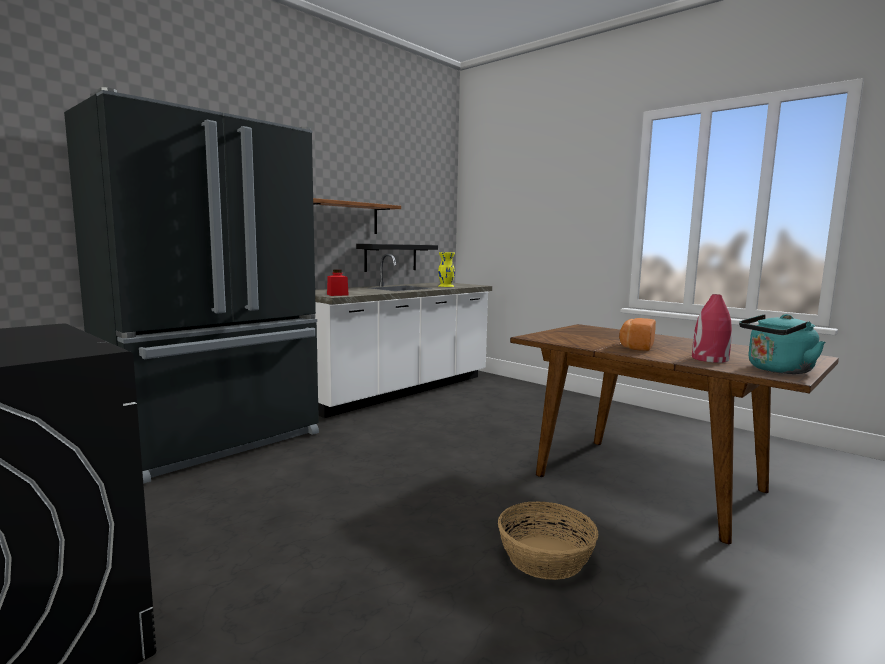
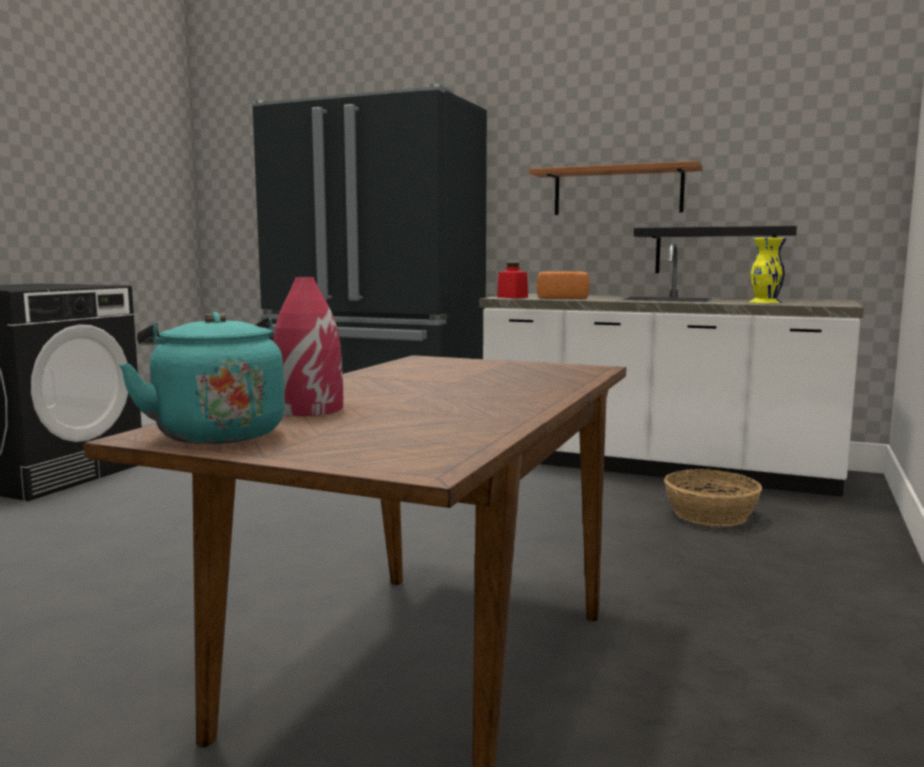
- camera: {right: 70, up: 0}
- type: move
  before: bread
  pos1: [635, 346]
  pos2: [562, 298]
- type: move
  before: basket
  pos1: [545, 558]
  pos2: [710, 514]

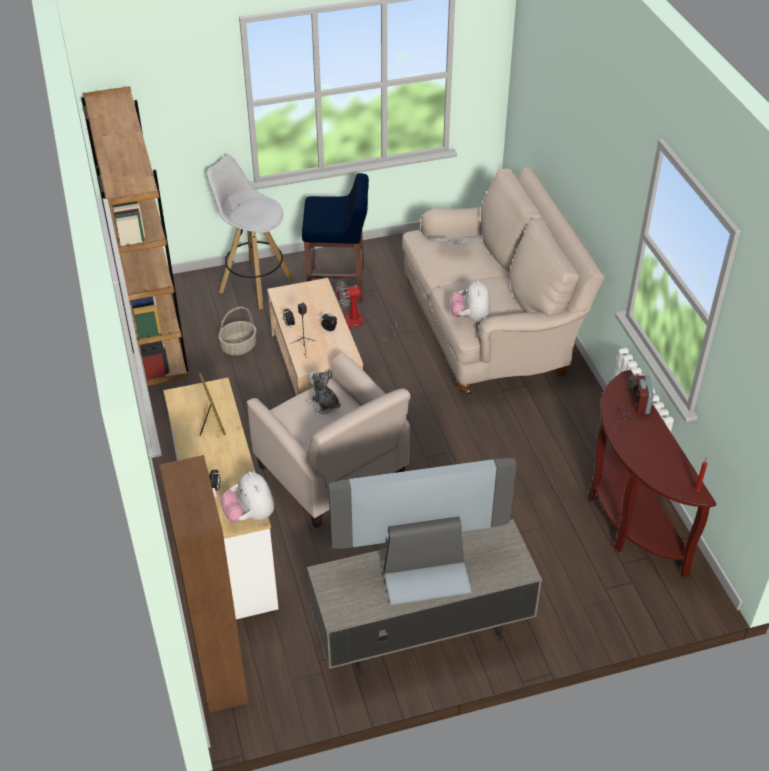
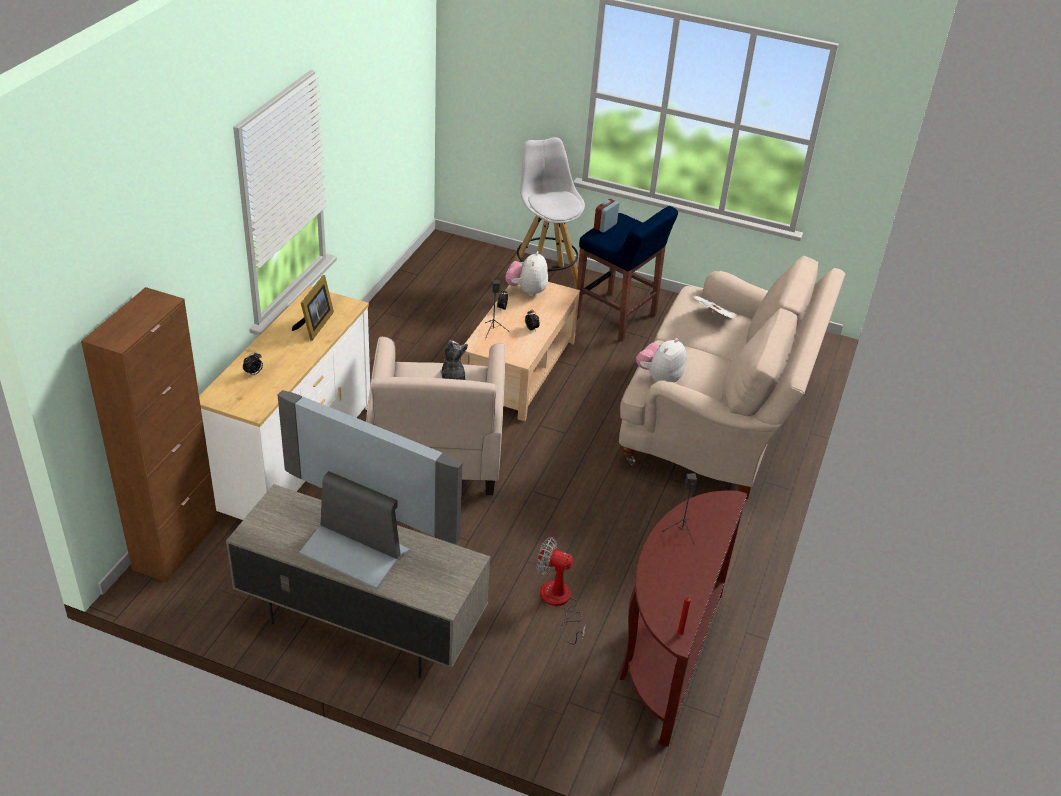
- camera: {right: 35, up: -5}
- type: delete
  before: brown bookcase
  pos1: [154, 337]
- type: move
  before: fan
  pos1: [359, 323]
  pos2: [559, 603]
- type: delete
  before: basket
  pos1: [239, 346]
- type: move
  before: alarm clock
  pos1: [640, 404]
  pos2: [605, 226]
- type: move
  before: plush toy
  pos1: [250, 515]
  pos2: [527, 291]

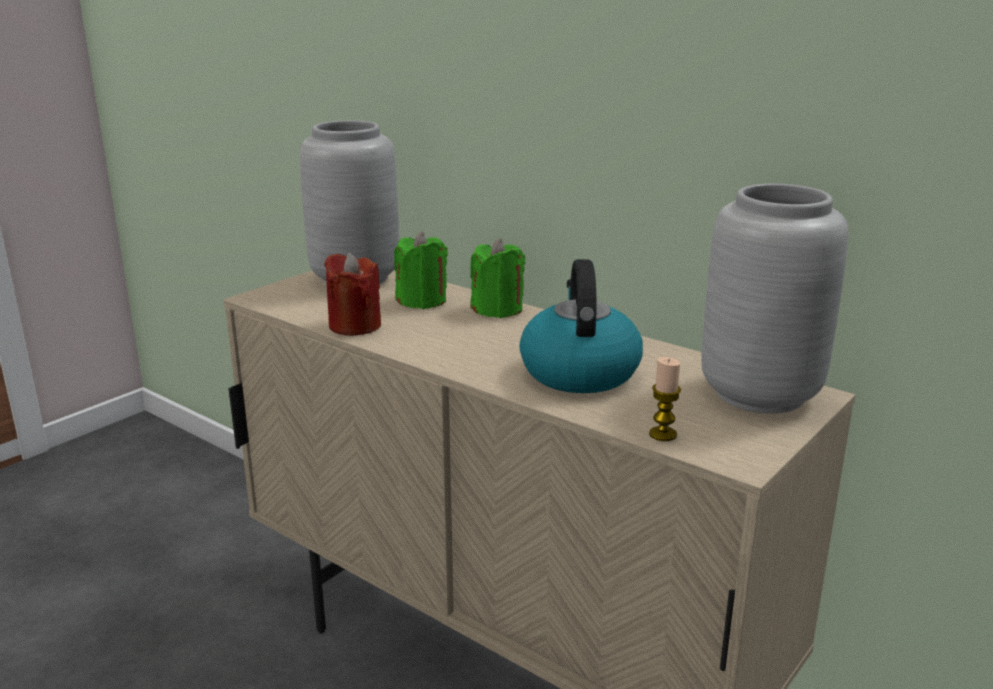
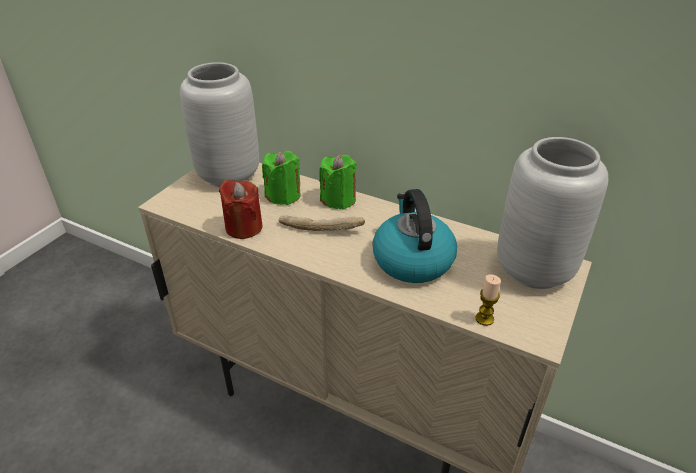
- camera: {right: -10, up: 15}
- type: insert
  after: bread
  pos2: [321, 228]

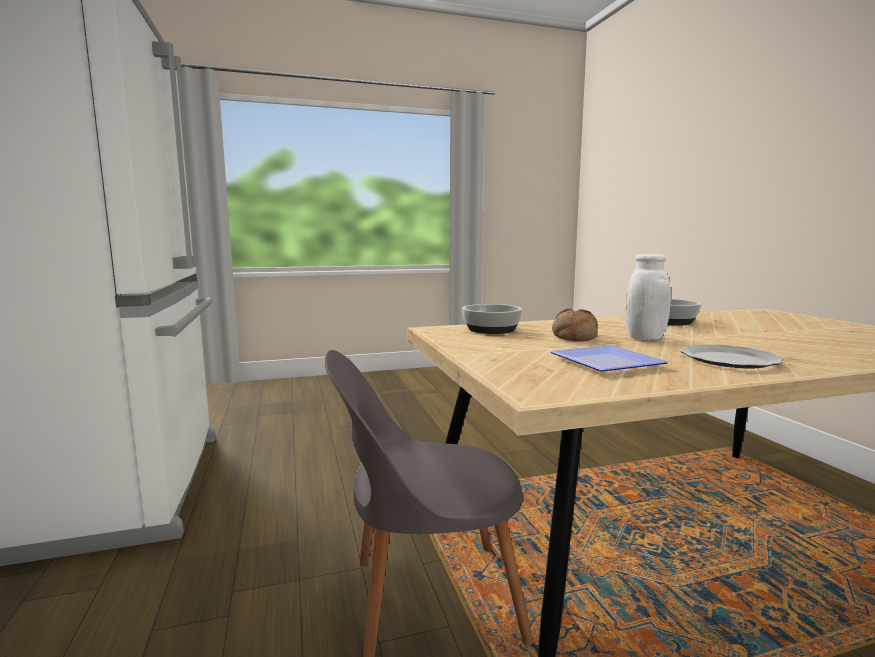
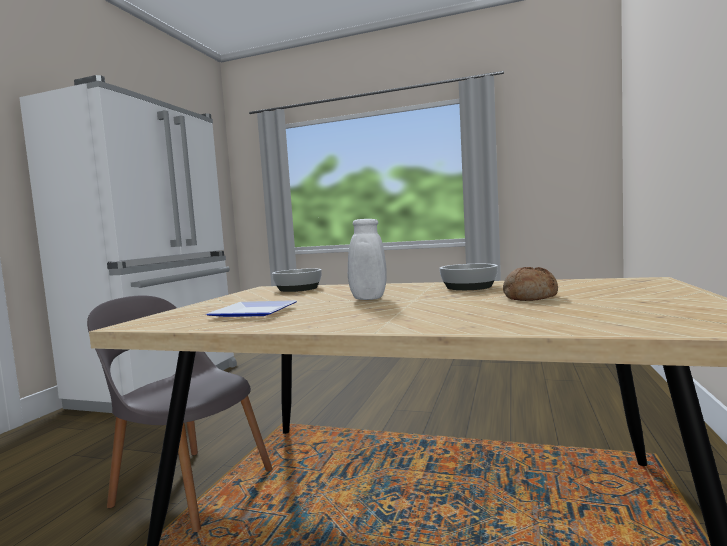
- camera: {right: 35, up: -5}
- type: move
  before: bread
  pos1: [573, 337]
  pos2: [529, 297]
- type: delete
  before: plate
  pos1: [727, 359]

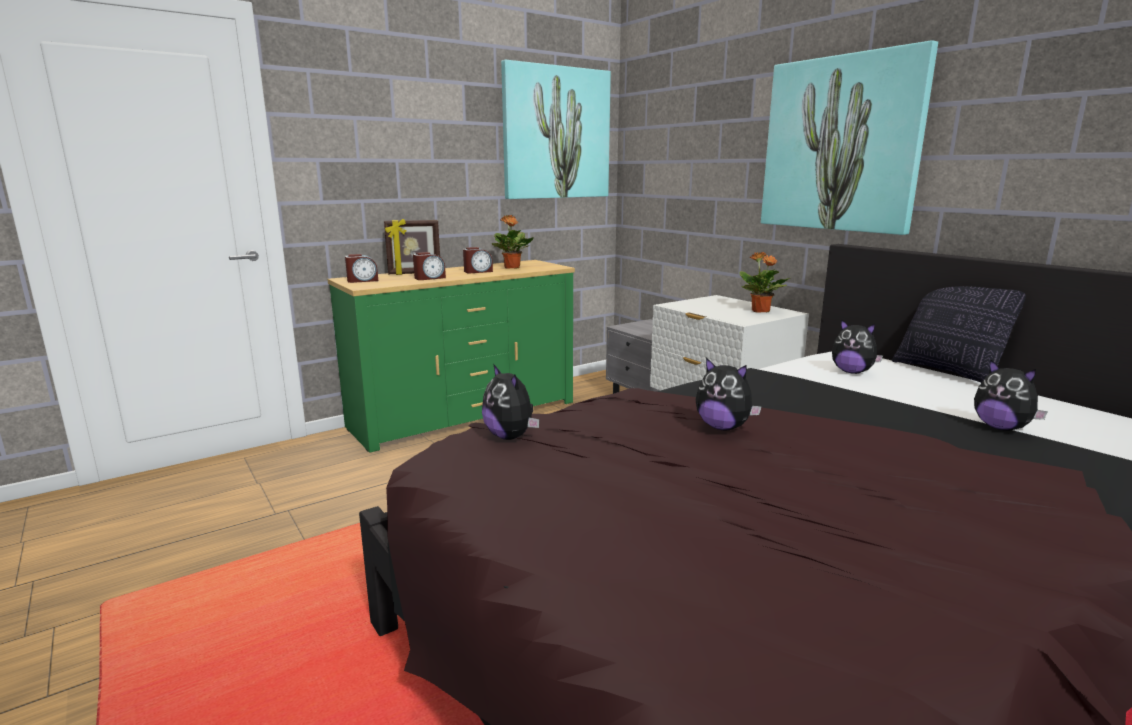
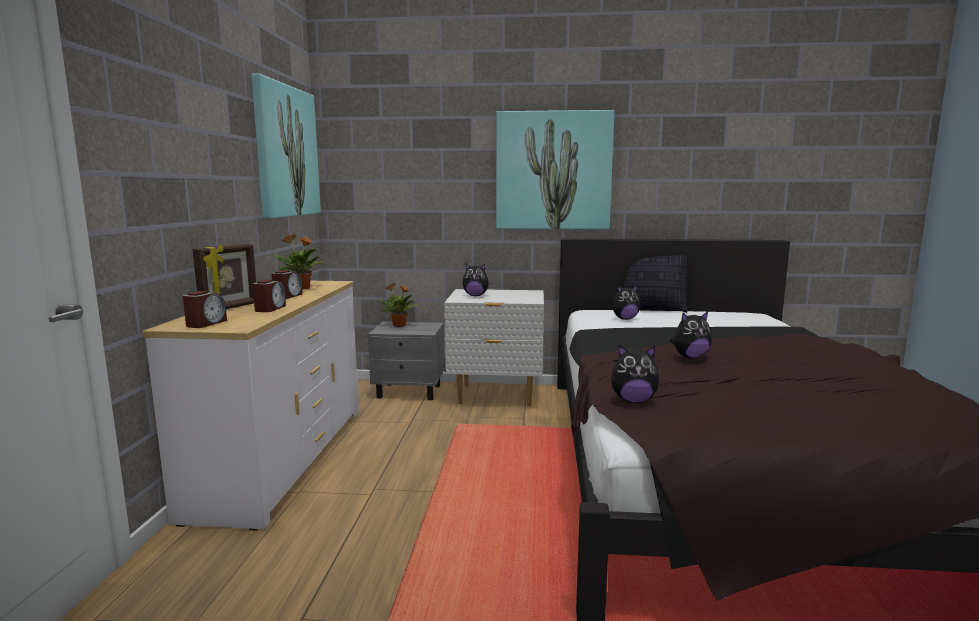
- camera: {right: -50, up: -5}
- type: move
  before: potted plant
  pos1: [760, 311]
  pos2: [399, 326]
- type: recolor
  before: green dresser
  after: white dresser
  pos1: [464, 415]
  pos2: [281, 459]
- type: move
  before: plush toy
  pos1: [1001, 428]
  pos2: [475, 295]

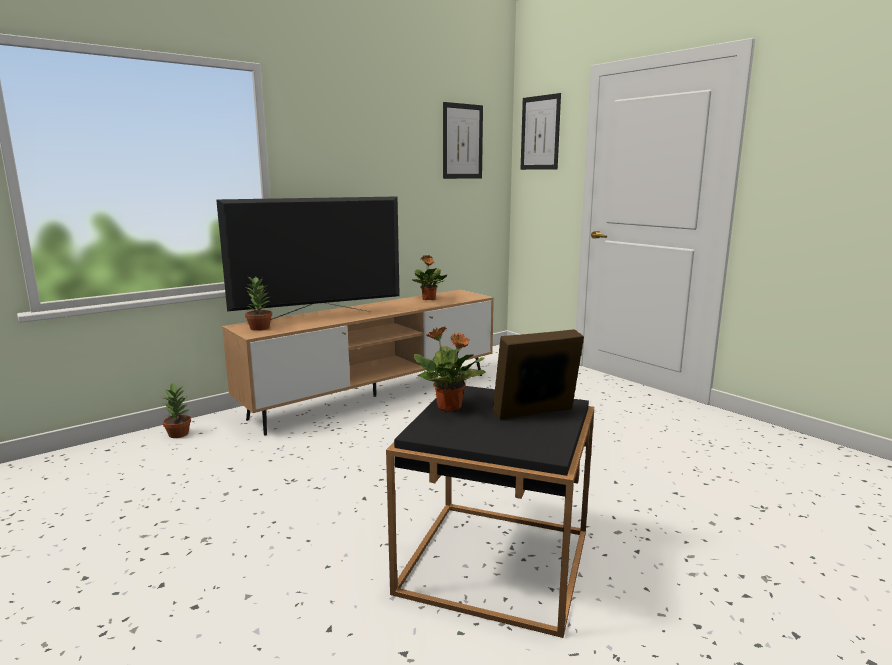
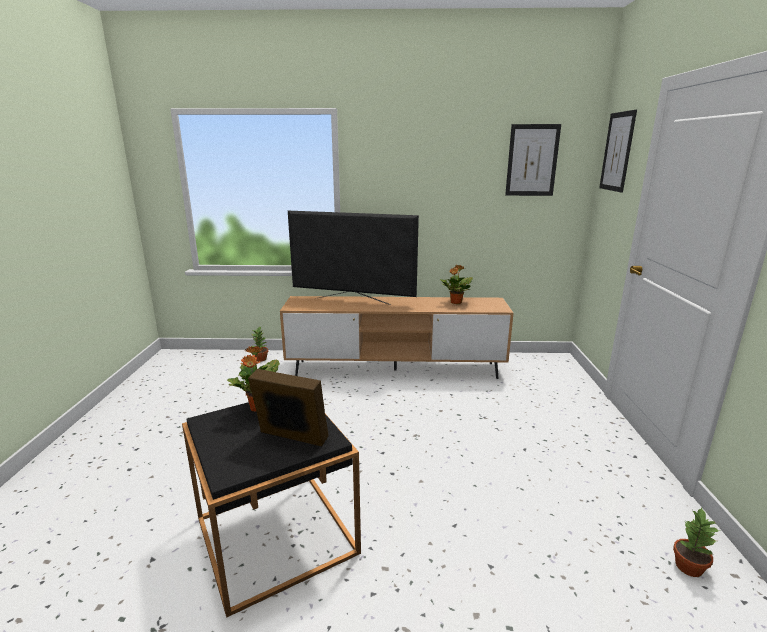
- camera: {right: 40, up: 5}
- type: move
  before: potted plant
  pos1: [259, 328]
  pos2: [688, 566]

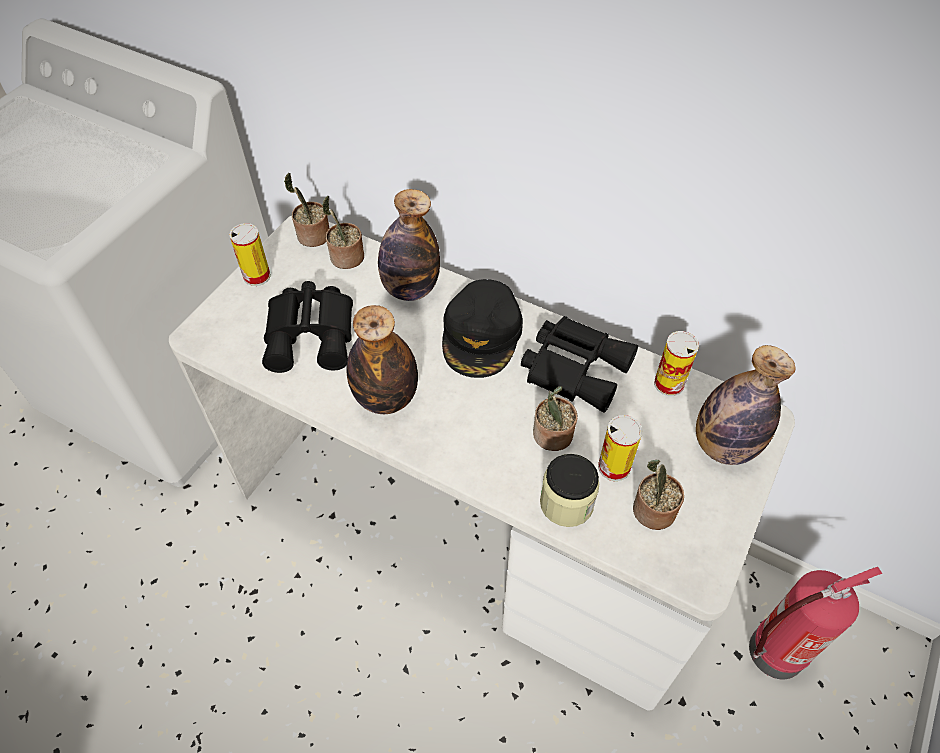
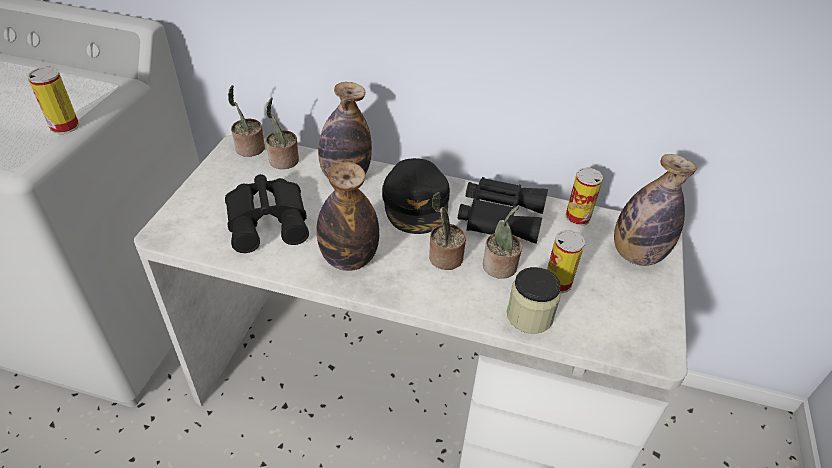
- camera: {right: -15, up: -10}
- type: move
  before: can
  pos1: [257, 276]
  pos2: [64, 126]
- type: move
  before: potted plant
  pos1: [651, 511]
  pos2: [444, 259]
- type: delete
  before: fire extinguisher
  pos1: [774, 653]

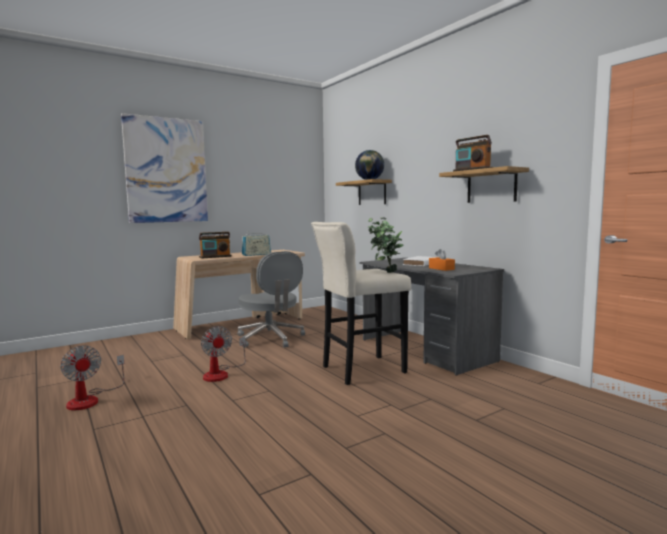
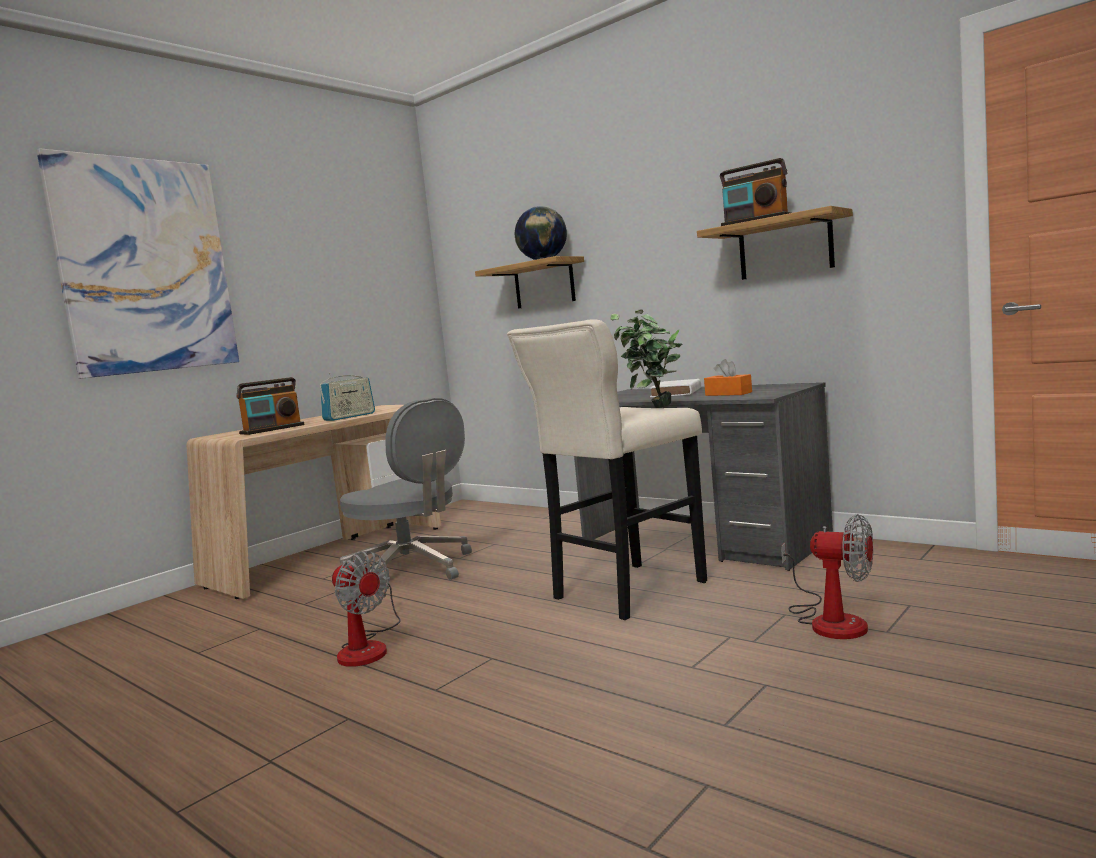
- camera: {right: -15, up: 0}
- type: move
  before: fan
  pos1: [90, 399]
  pos2: [830, 620]

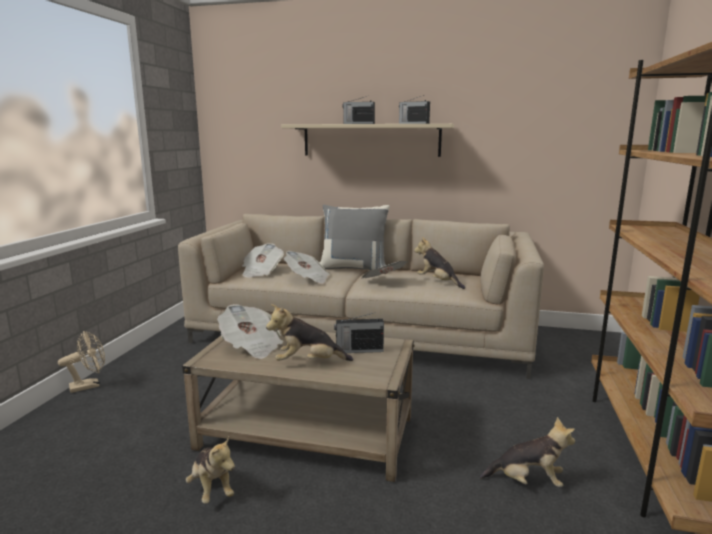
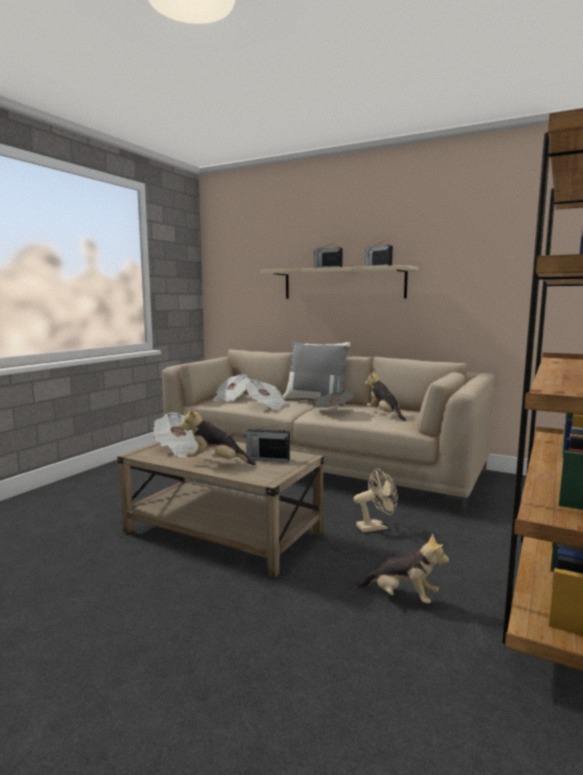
- camera: {right: 15, up: -5}
- type: move
  before: beige fan
  pos1: [90, 385]
  pos2: [376, 527]
- type: delete
  before: plush toy
  pos1: [211, 489]

